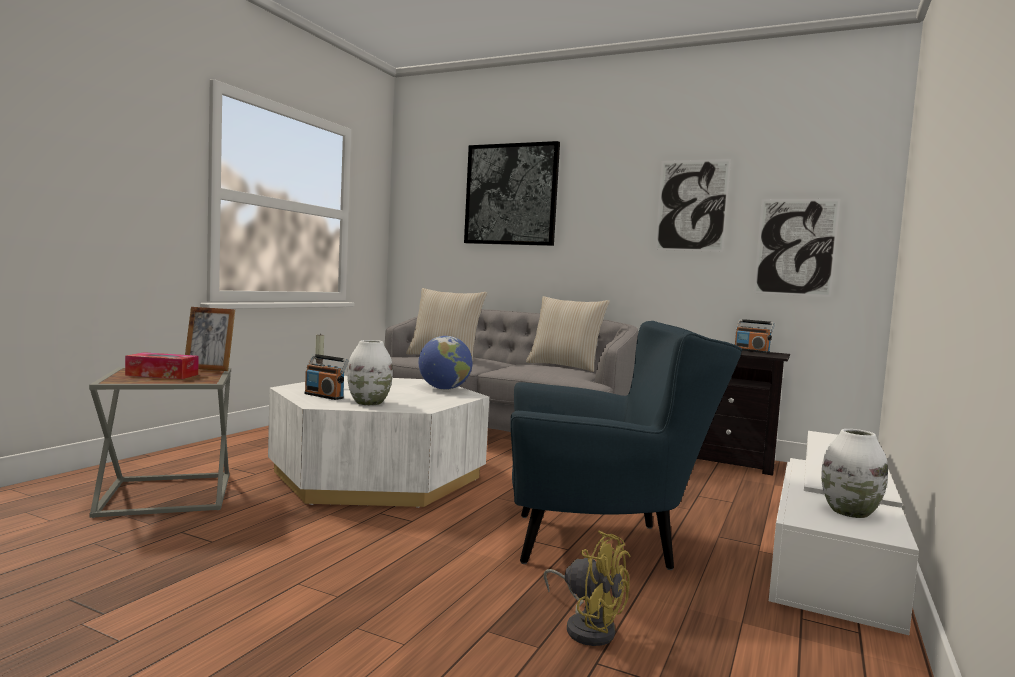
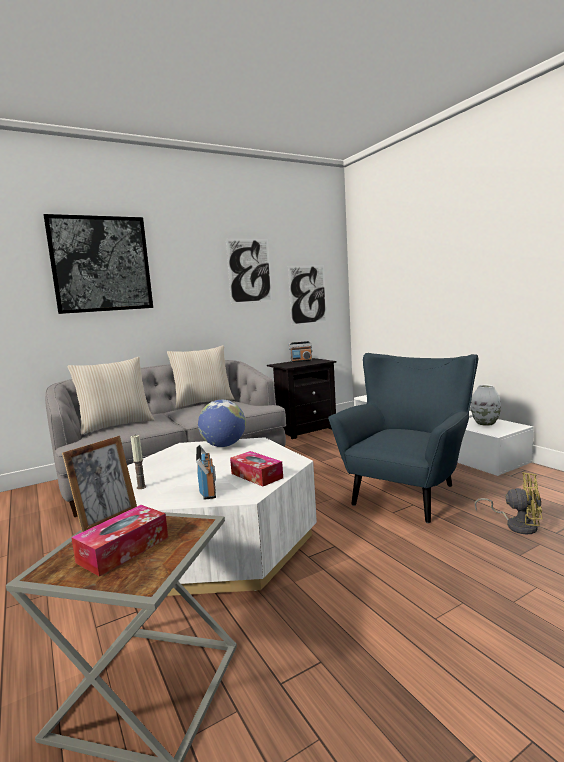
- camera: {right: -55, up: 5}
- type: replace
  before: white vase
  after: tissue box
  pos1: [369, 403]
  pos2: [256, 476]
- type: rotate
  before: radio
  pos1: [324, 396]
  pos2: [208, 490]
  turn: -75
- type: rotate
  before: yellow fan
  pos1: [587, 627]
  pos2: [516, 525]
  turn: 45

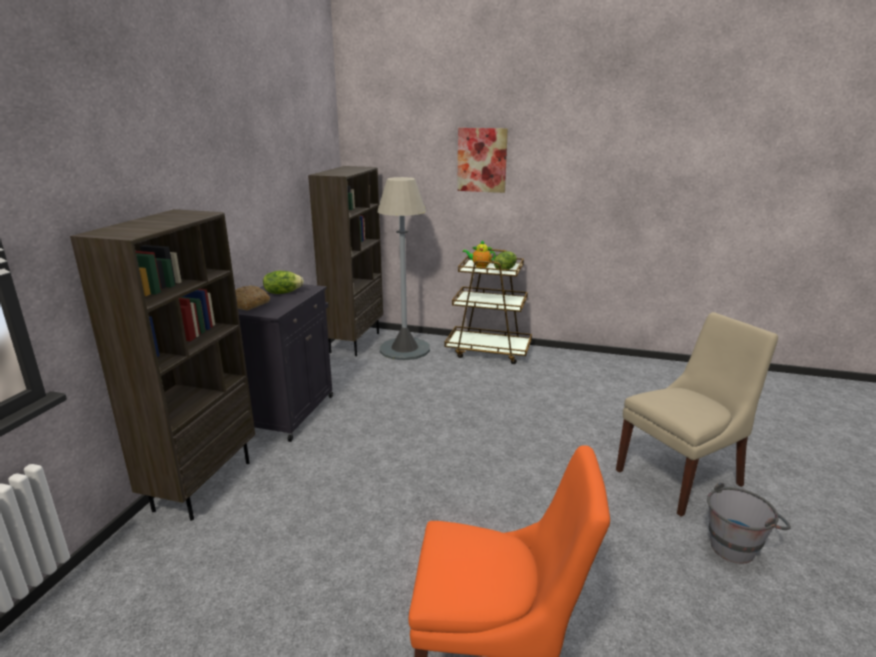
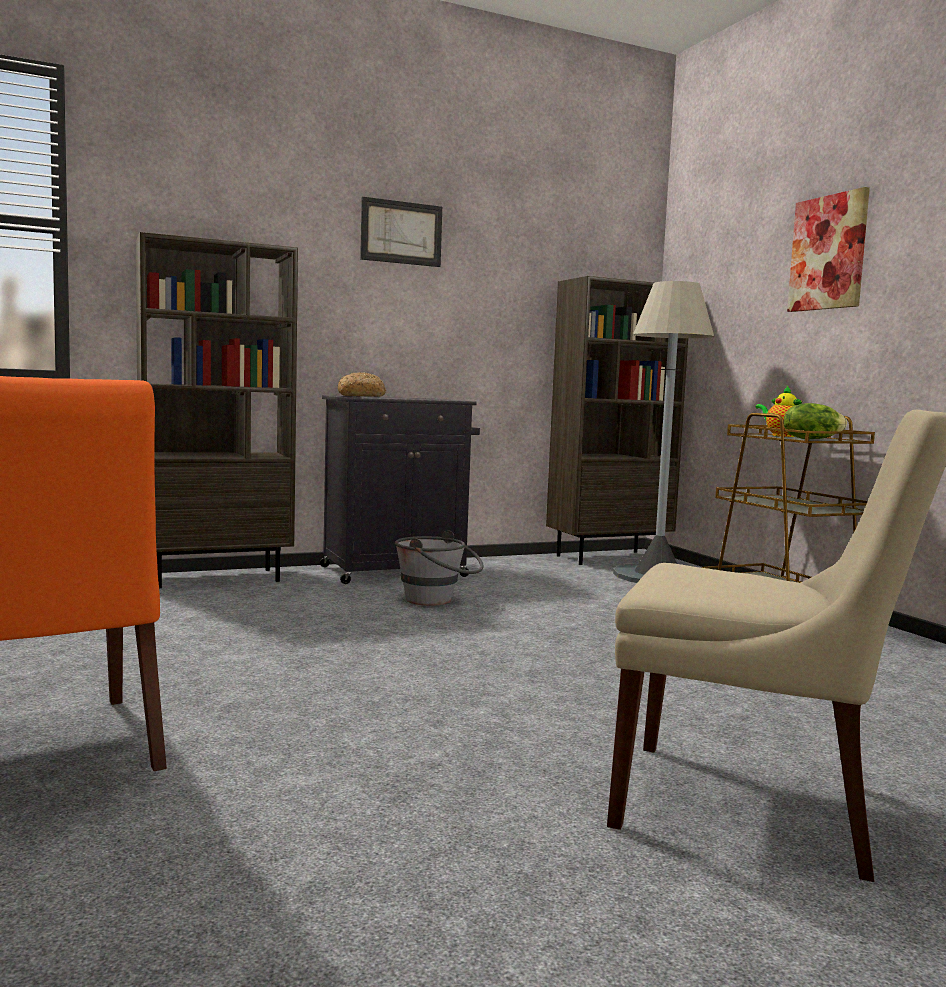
- camera: {right: 50, up: -15}
- type: delete
  before: lettuce
  pos1: [282, 292]
- type: move
  before: grey bucket
  pos1: [738, 545]
  pos2: [438, 601]
- type: insert
  after: picture
  pos2: [401, 232]

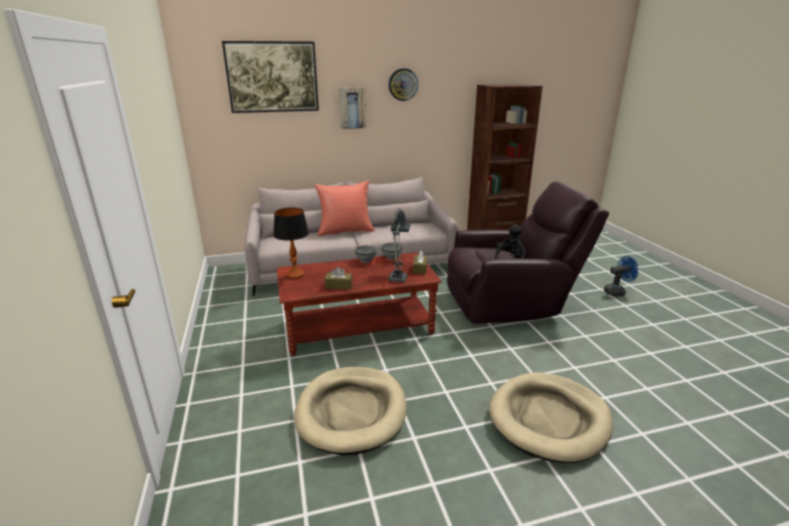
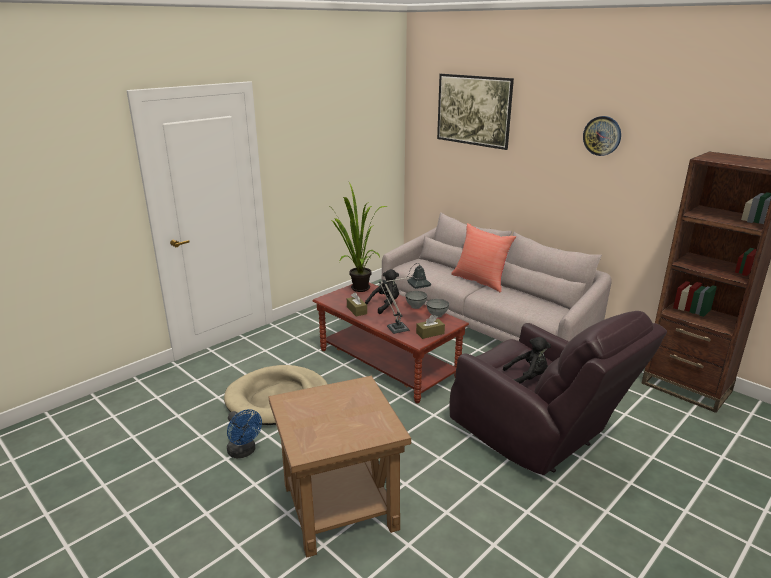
- camera: {right: 60, up: 0}
- type: delete
  before: picture
  pos1: [352, 108]
- type: replace
  before: table lamp
  after: potted plant
  pos1: [295, 275]
  pos2: [356, 290]
- type: move
  before: blue fan
  pos1: [617, 292]
  pos2: [244, 452]
- type: replace
  before: beige dog bed
  after: brown side table
  pos1: [549, 419]
  pos2: [340, 507]
- type: insert
  after: black plush toy
  pos2: [385, 305]

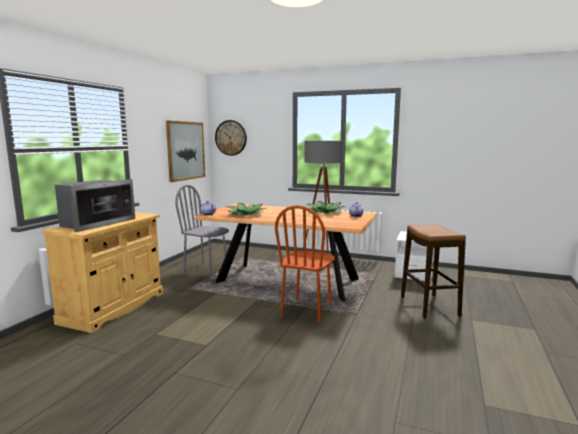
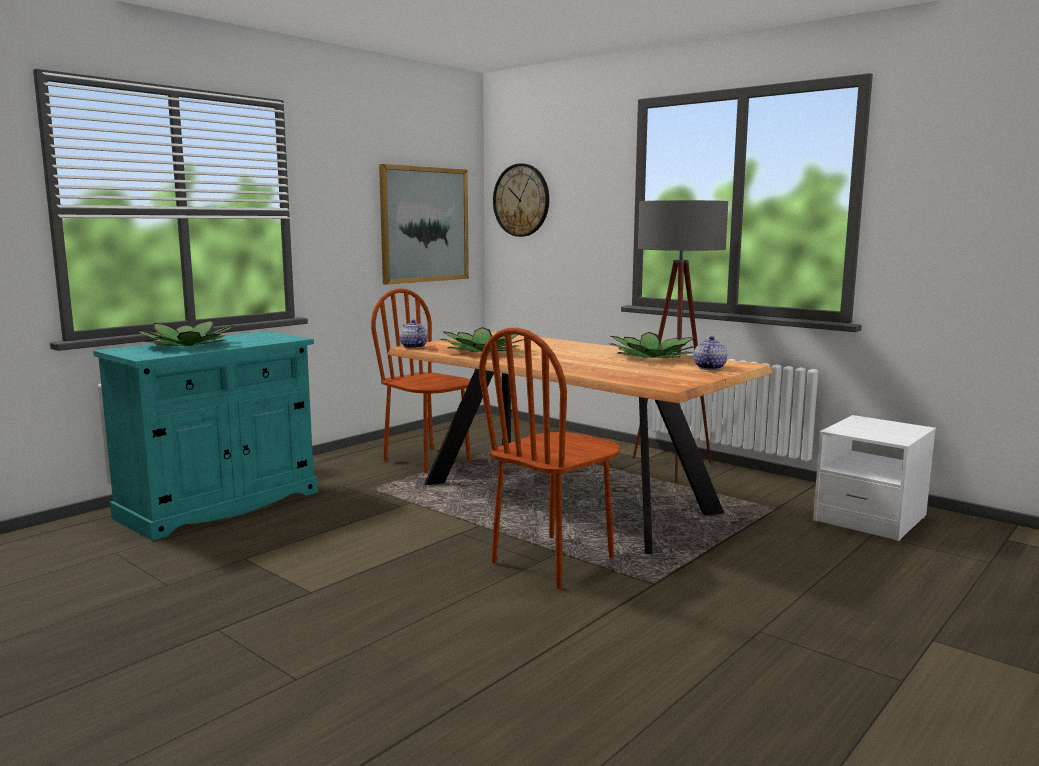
- camera: {right: 20, up: 0}
- type: replace
  before: microwave
  after: potted plant
  pos1: [96, 223]
  pos2: [188, 345]
- type: recolor
  before: grey chair
  after: brown chair
  pos1: [206, 270]
  pos2: [427, 461]
- type: recolor
  before: beige cabinet
  after: turquoise cabinet
  pos1: [114, 307]
  pos2: [220, 505]
- type: delete
  before: stool
  pos1: [429, 306]

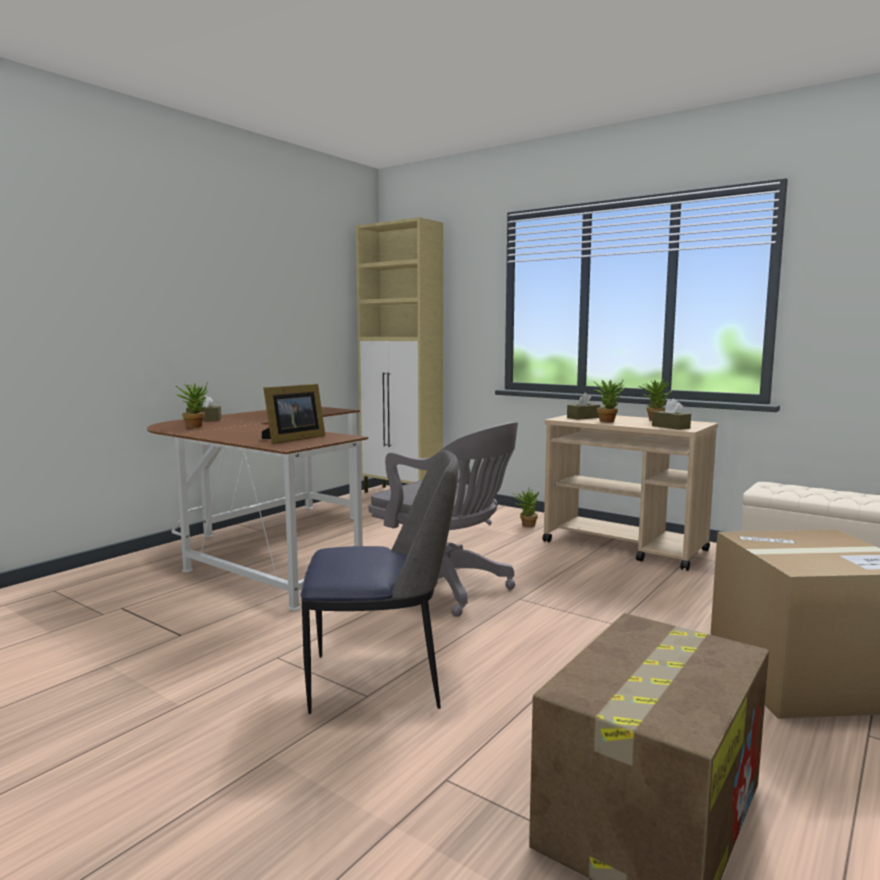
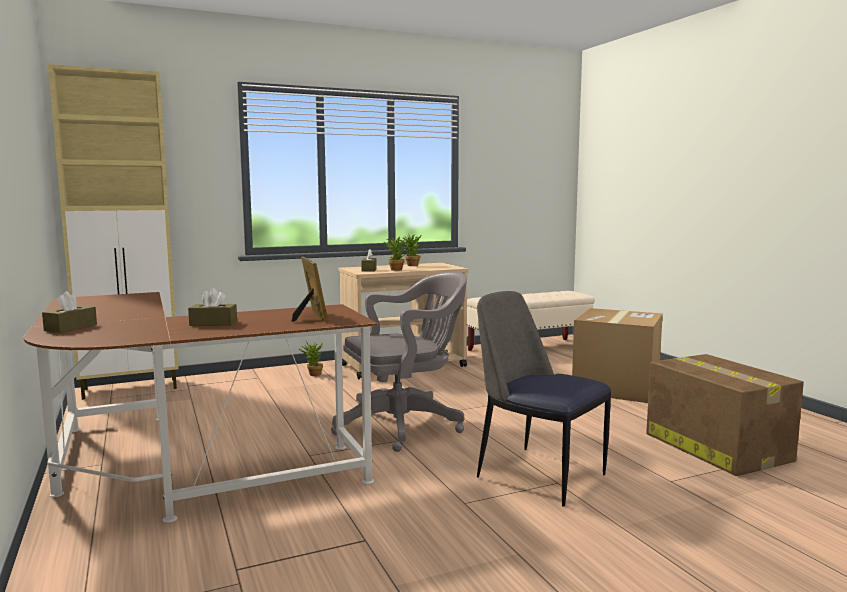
- camera: {right: -60, up: 0}
- type: delete
  before: potted plant
  pos1: [195, 426]
- type: move
  before: brown tissue box
  pos1: [670, 427]
  pos2: [213, 323]
- type: rotate
  before: chair
  pos1: [381, 680]
  pos2: [538, 474]
  turn: -75

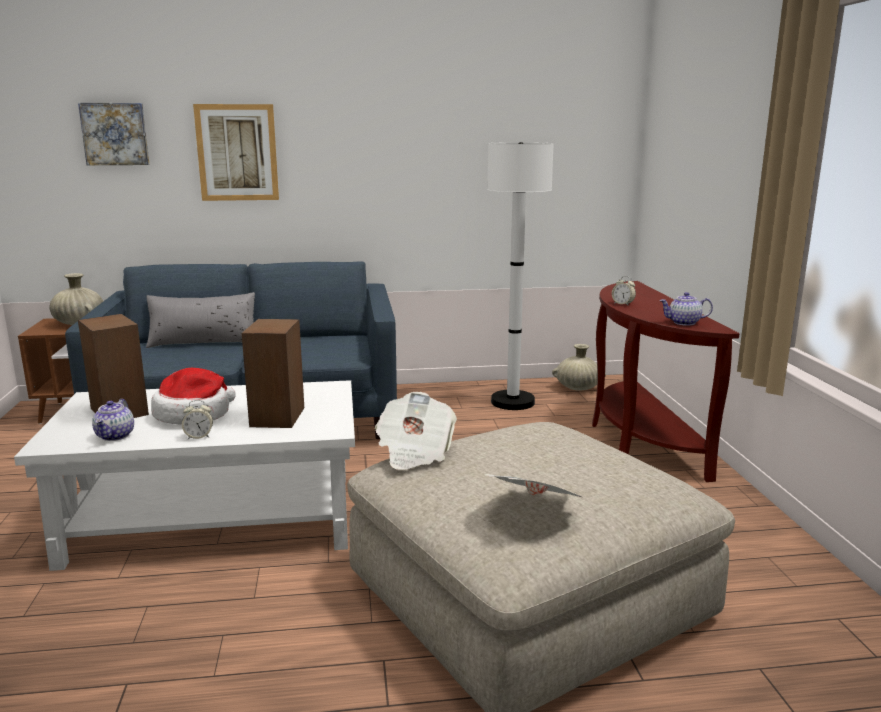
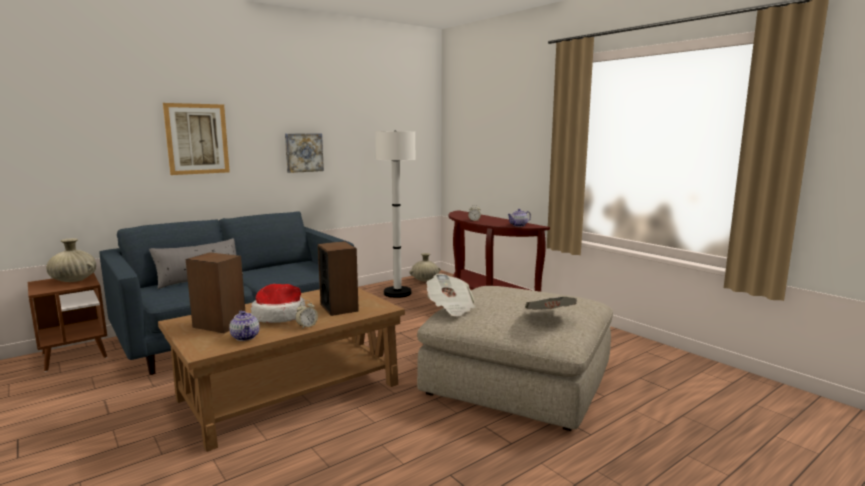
- camera: {right: -30, up: -5}
- type: move
  before: picture
  pos1: [115, 134]
  pos2: [303, 152]
- type: recolor
  before: white coffee table
  after: brown coffee table
  pos1: [216, 518]
  pos2: [290, 391]

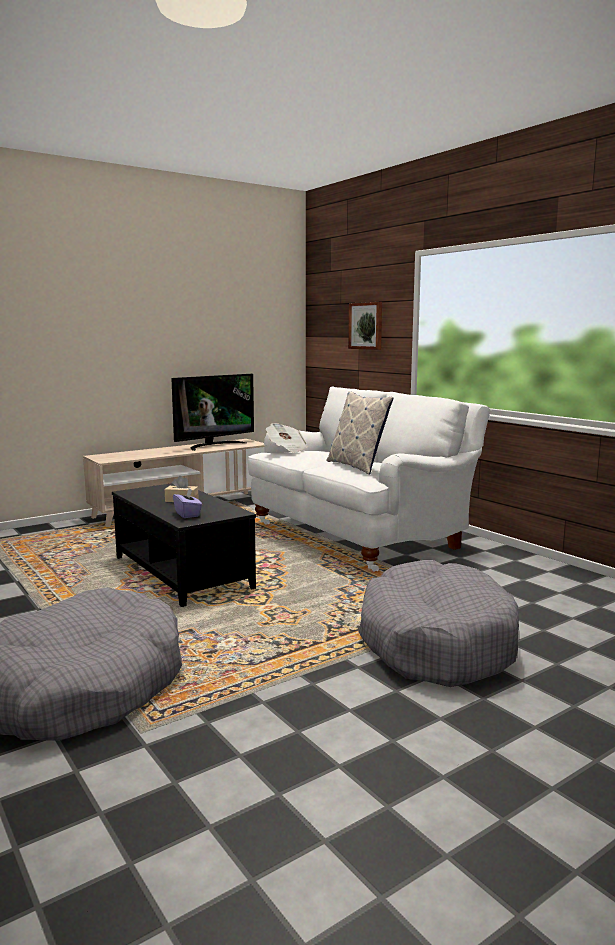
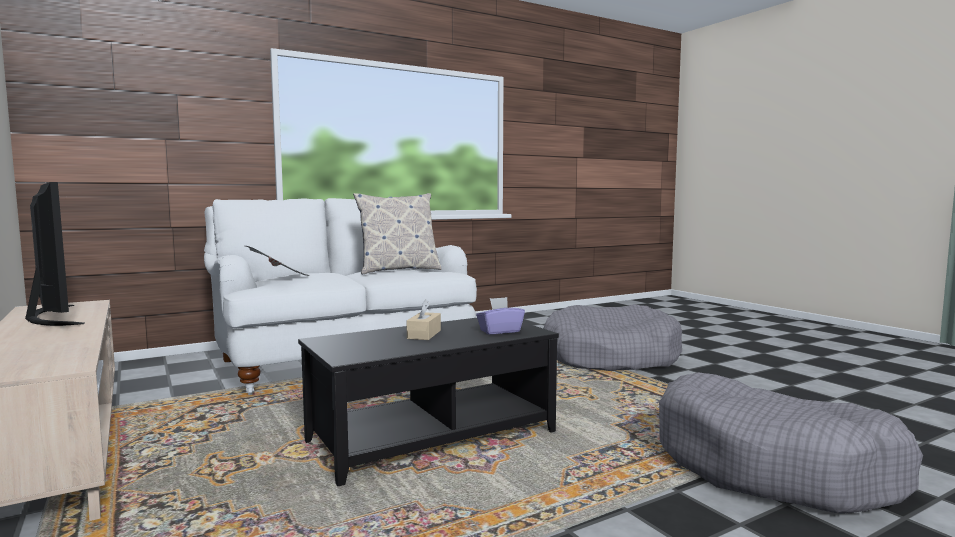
- camera: {right: -85, up: -5}
- type: delete
  before: picture
  pos1: [366, 326]

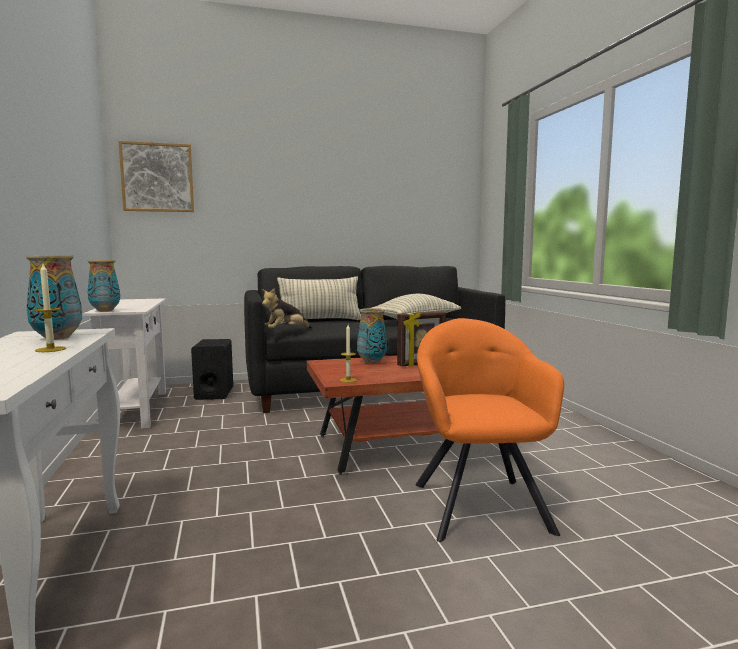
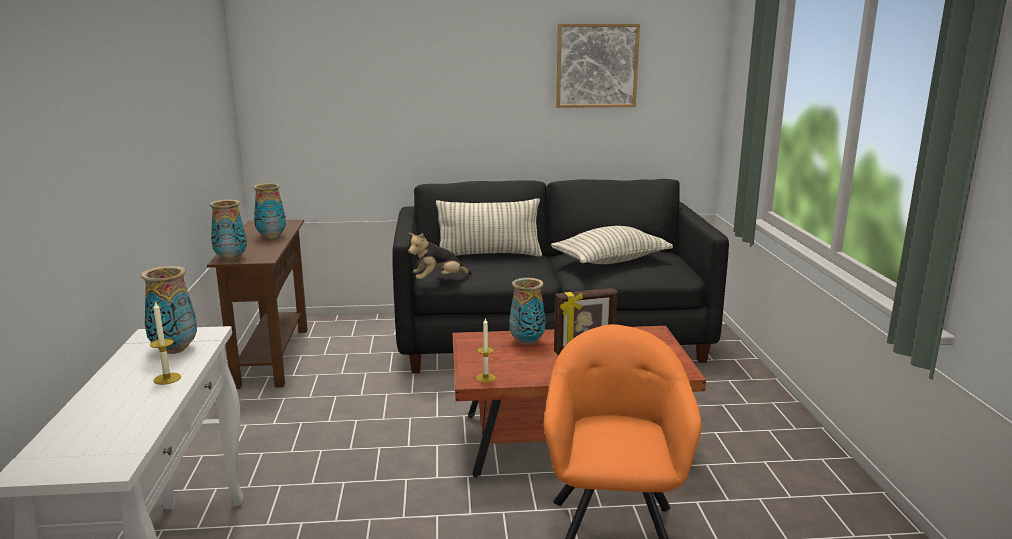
- camera: {right: 10, up: 10}
- type: move
  before: picture
  pos1: [157, 177]
  pos2: [596, 65]
- type: recolor
  before: white console table
  after: brown console table
  pos1: [136, 410]
  pos2: [272, 357]
- type: delete
  before: black speaker
  pos1: [214, 393]
- type: insert
  after: vase
  pos2: [271, 237]

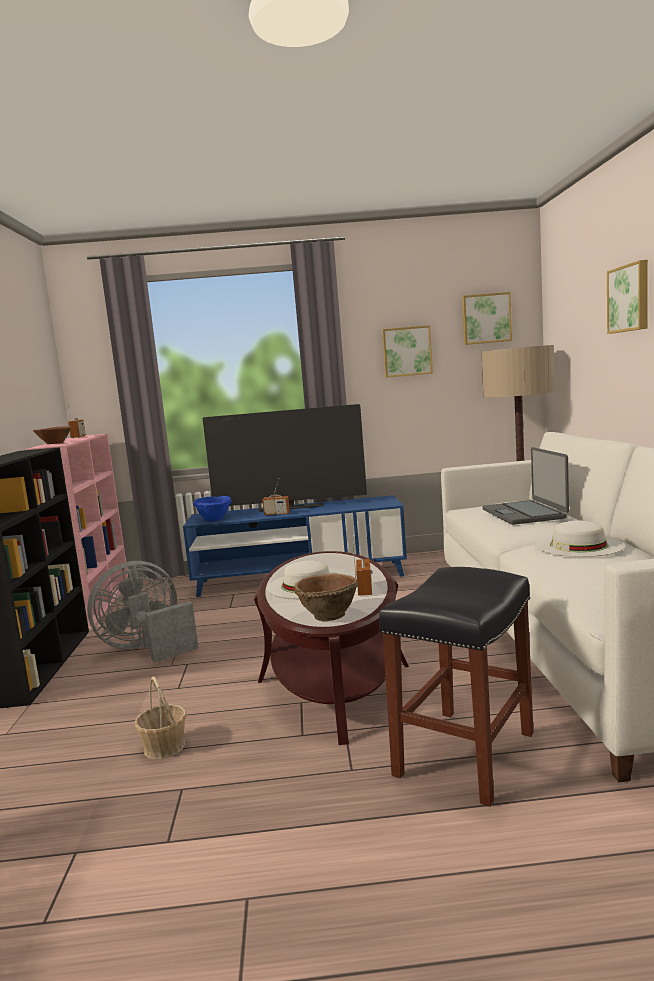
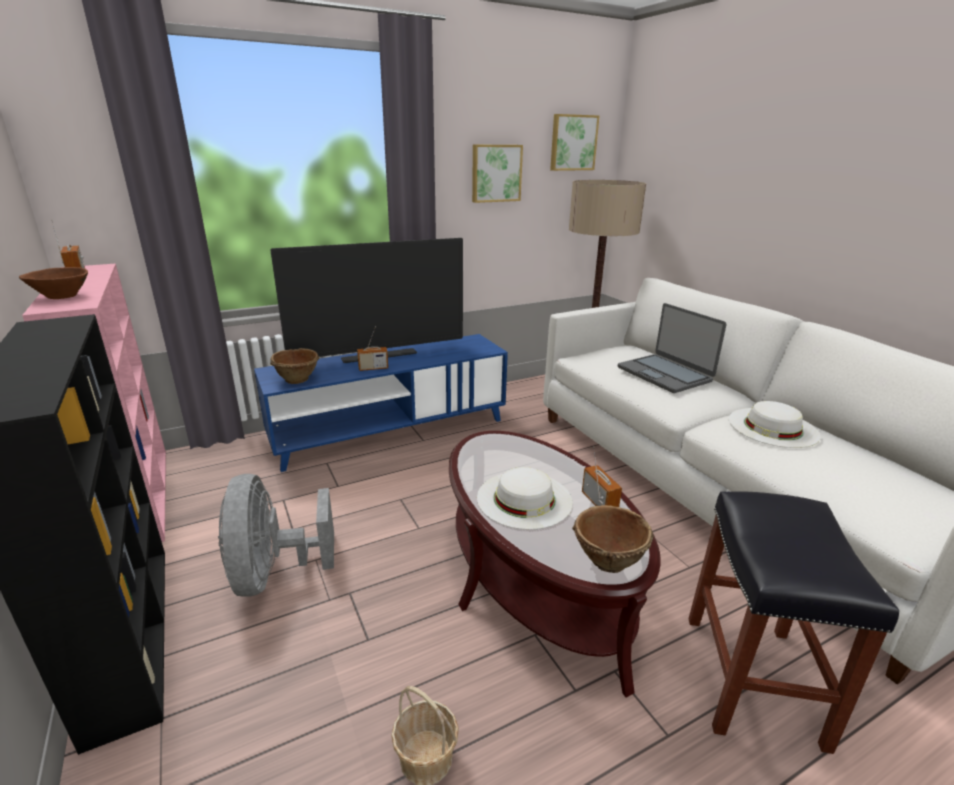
- camera: {right: -25, up: 15}
- type: delete
  before: picture
  pos1: [630, 298]
- type: recolor
  before: blue bowl
  after: brown bowl
  pos1: [214, 519]
  pos2: [297, 379]
- type: rotate
  before: grey fan
  pos1: [146, 648]
  pos2: [274, 573]
  turn: -45

